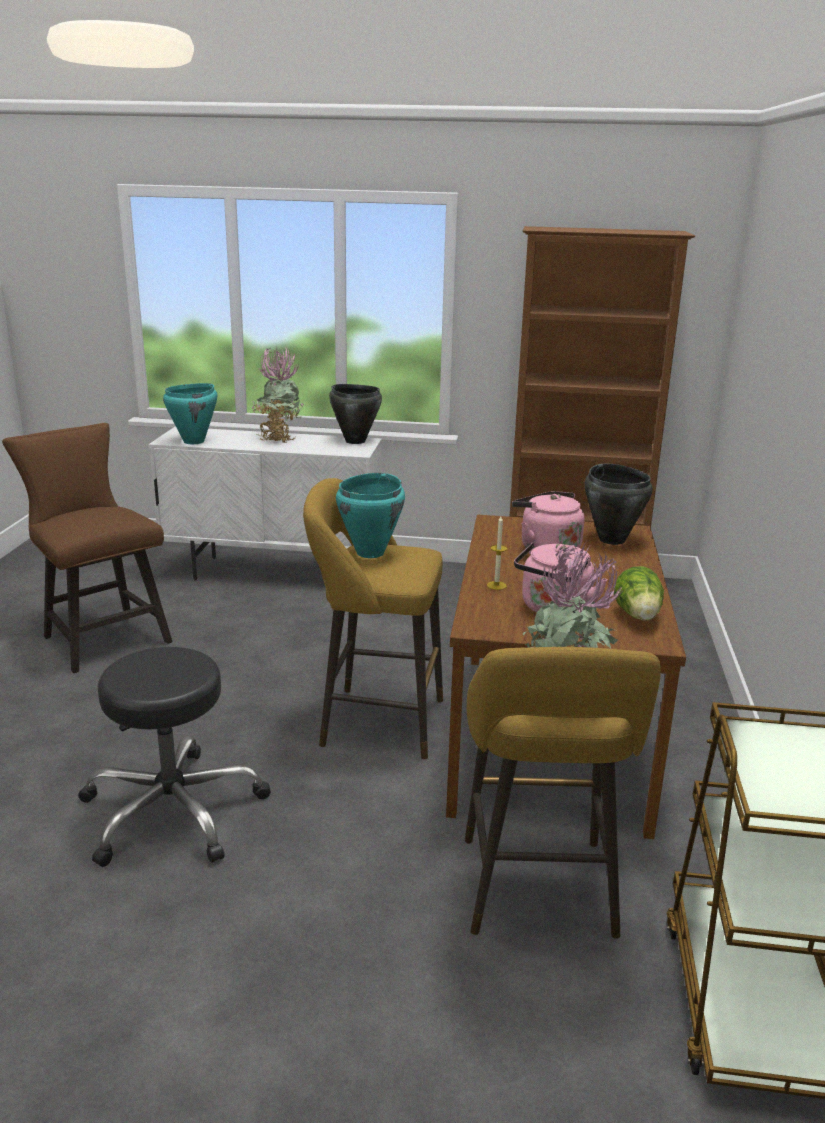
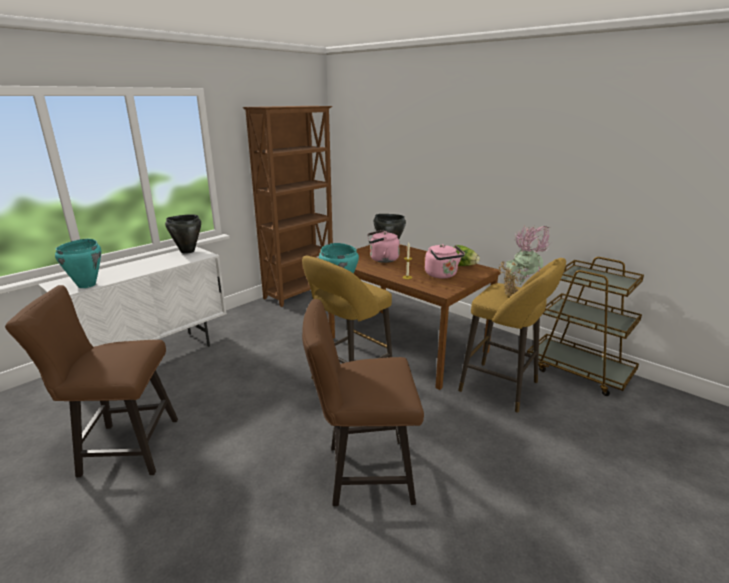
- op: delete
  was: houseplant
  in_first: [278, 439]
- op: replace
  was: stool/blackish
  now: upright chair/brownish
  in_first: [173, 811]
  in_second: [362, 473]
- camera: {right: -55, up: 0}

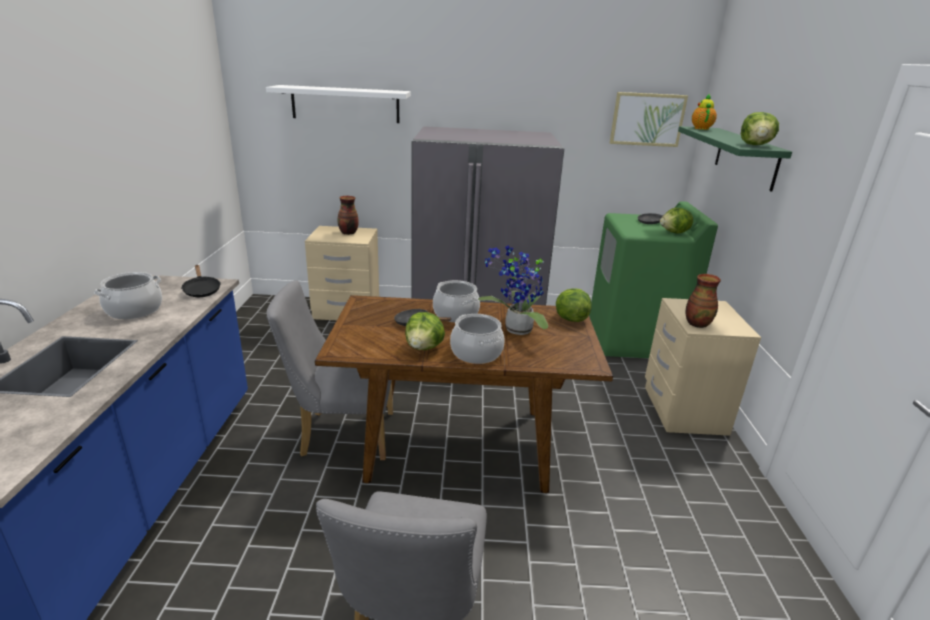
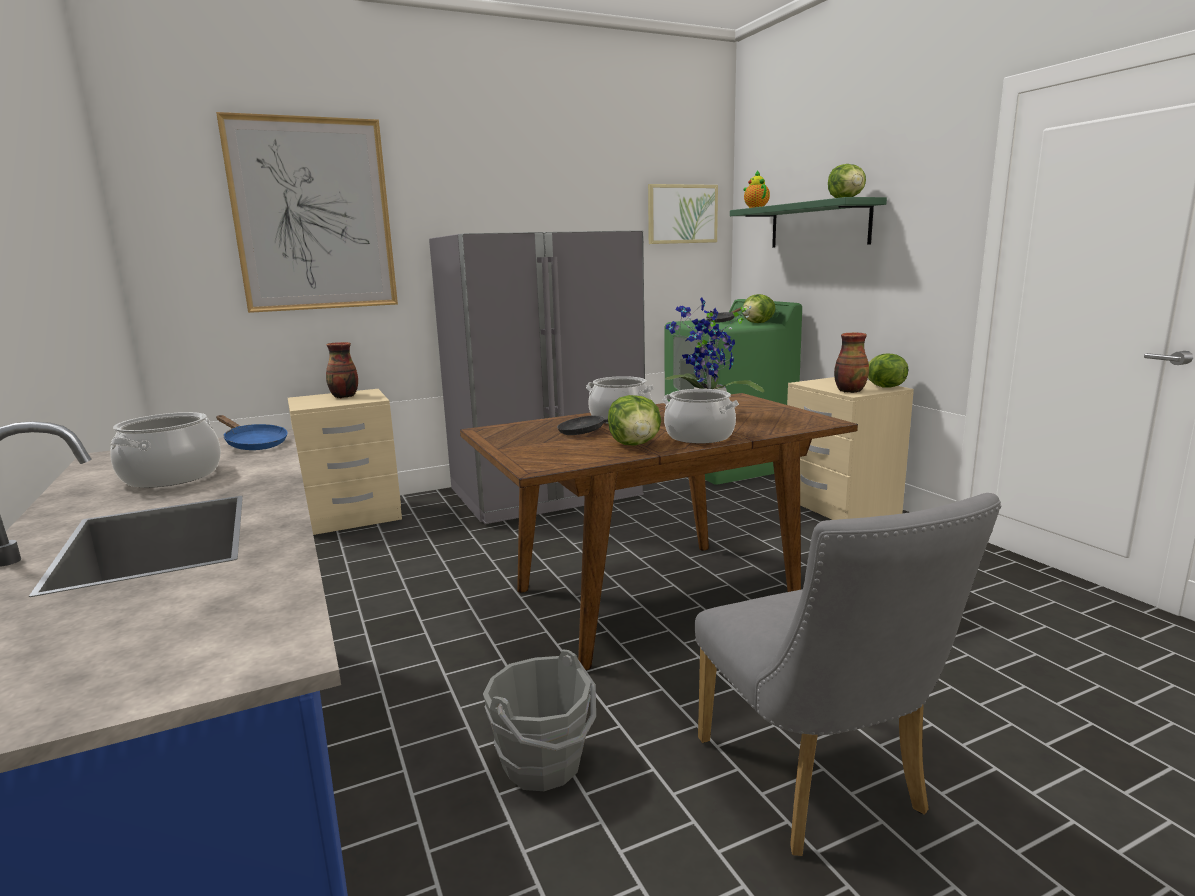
- op: delete
  was: upright chair/greyish
  in_first: [340, 434]
- op: insert
  now: pail/greyish
  in_second: [544, 763]
- op: move
  was: head of lettuce
  in_first: [570, 319]
  in_second: [884, 387]
- op: replace
  was: shelf/white
  now: wall picture
  in_first: [345, 104]
  in_second: [313, 215]
- op: recolor
  was: frying pan/blackish
  now: frying pan/blue-coloured
  in_first: [201, 290]
  in_second: [253, 444]
- camera: {right: -25, up: -10}

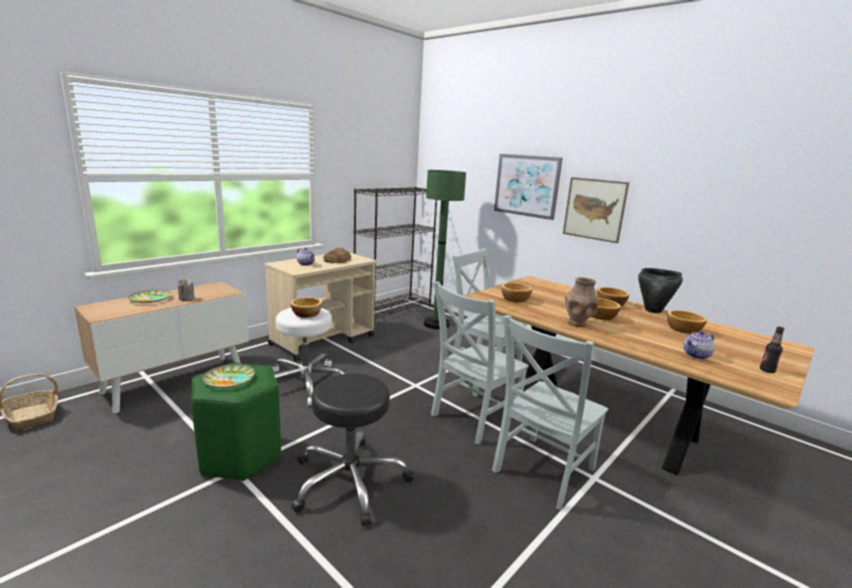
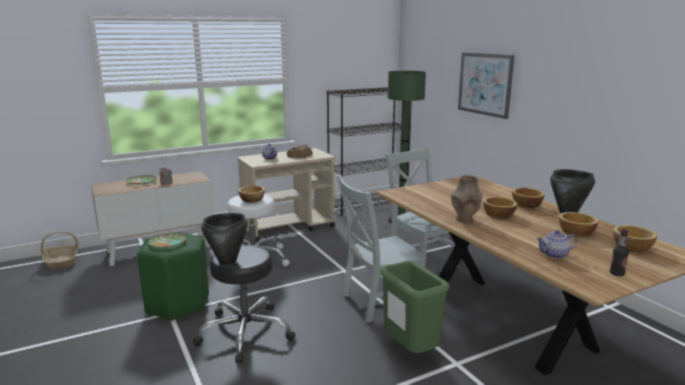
- op: delete
  was: wall picture
  in_first: [594, 209]
- op: insert
  now: saucepot/blackish
  in_second: [227, 261]
- op: move
  was: serving bowl
  in_first: [515, 299]
  in_second: [632, 247]
- op: replace
  was: upright chair/greyish
  now: waste bin/greenish
  in_first: [541, 472]
  in_second: [409, 351]
- camera: {right: 20, up: 0}

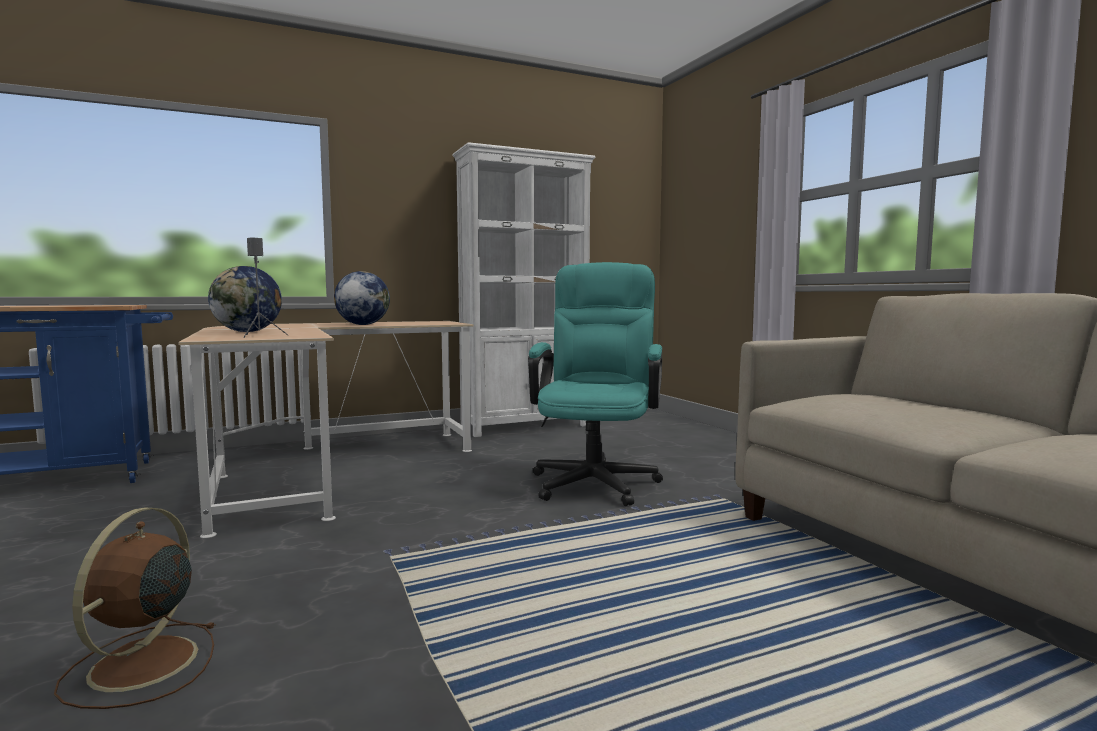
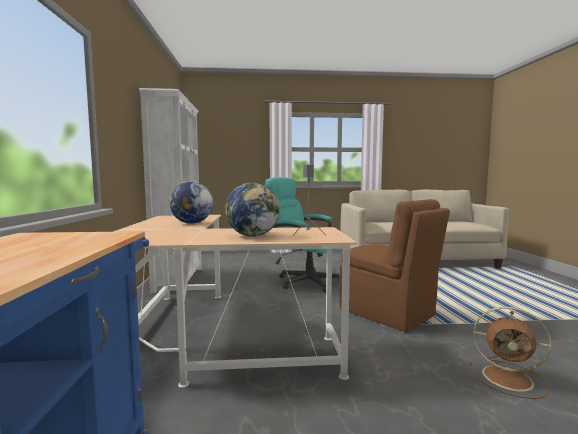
- op: insert
  now: upright chair/brownish
  in_second: [388, 313]
- camera: {right: -70, up: 0}

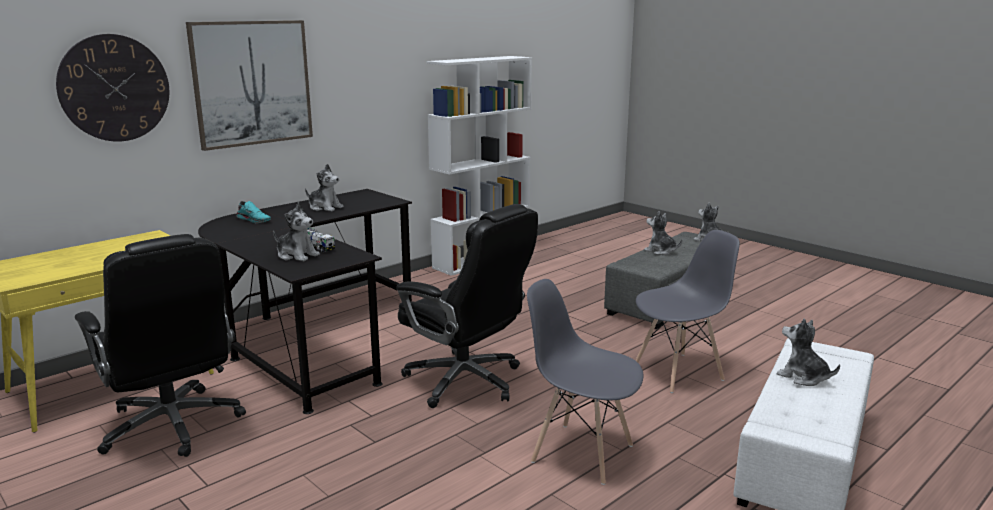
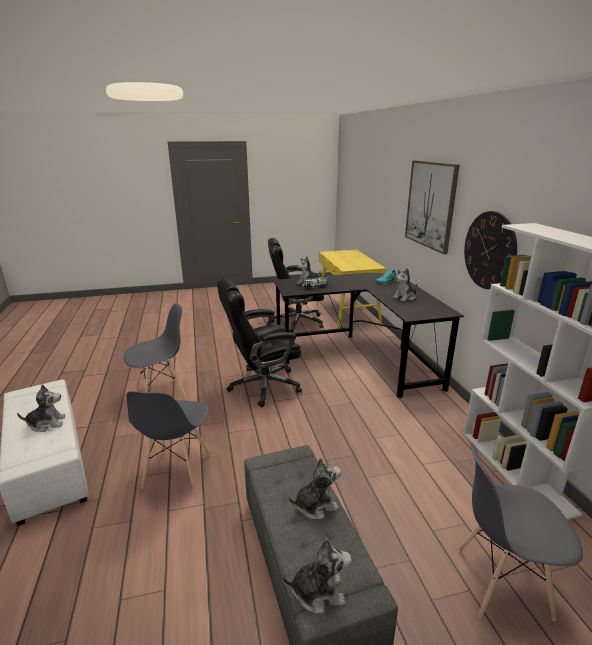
- op: insert
  now: upright chair/greyish
  in_second: [501, 582]
- op: move
  was: wall clock
  in_first: [114, 88]
  in_second: [489, 250]
- camera: {right: 120, up: 5}

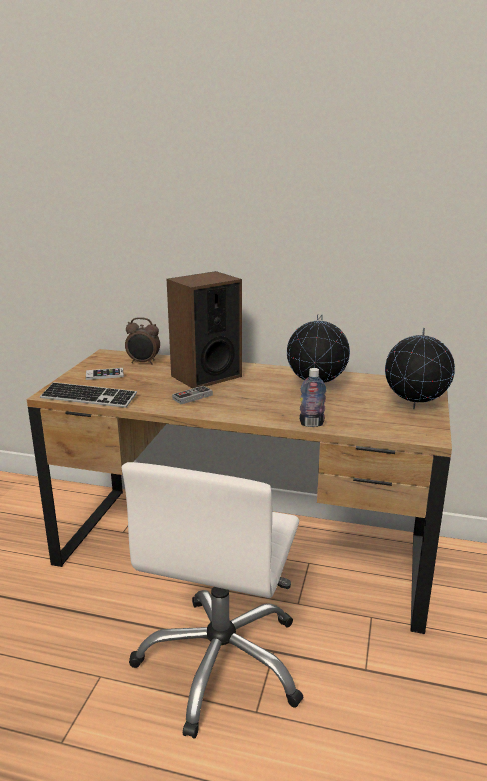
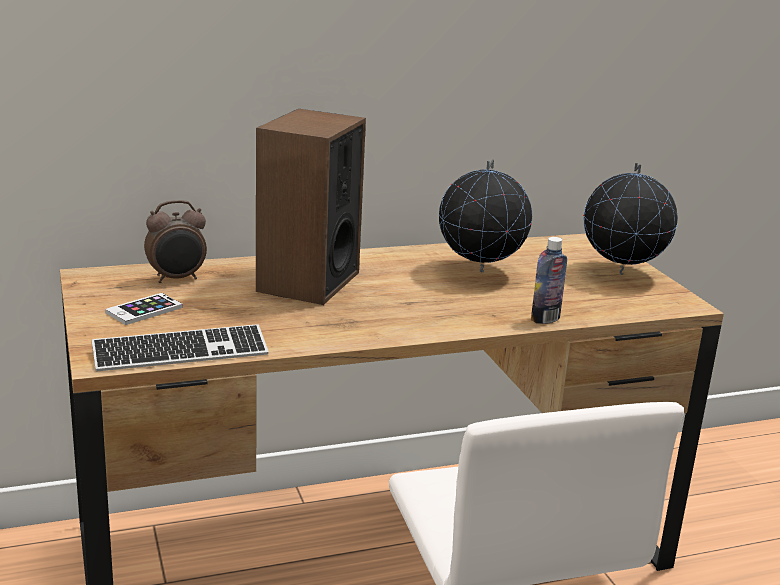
- op: delete
  was: joypad
  in_first: [192, 397]
- camera: {right: -35, up: 0}

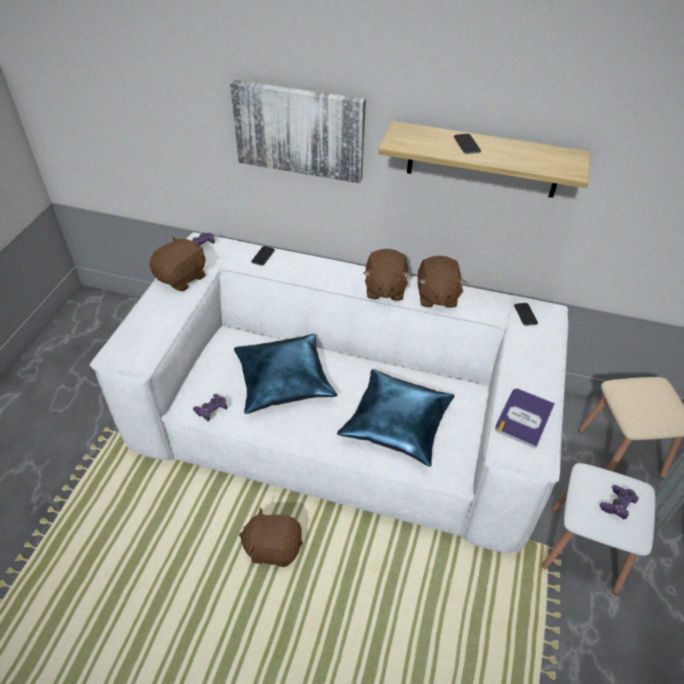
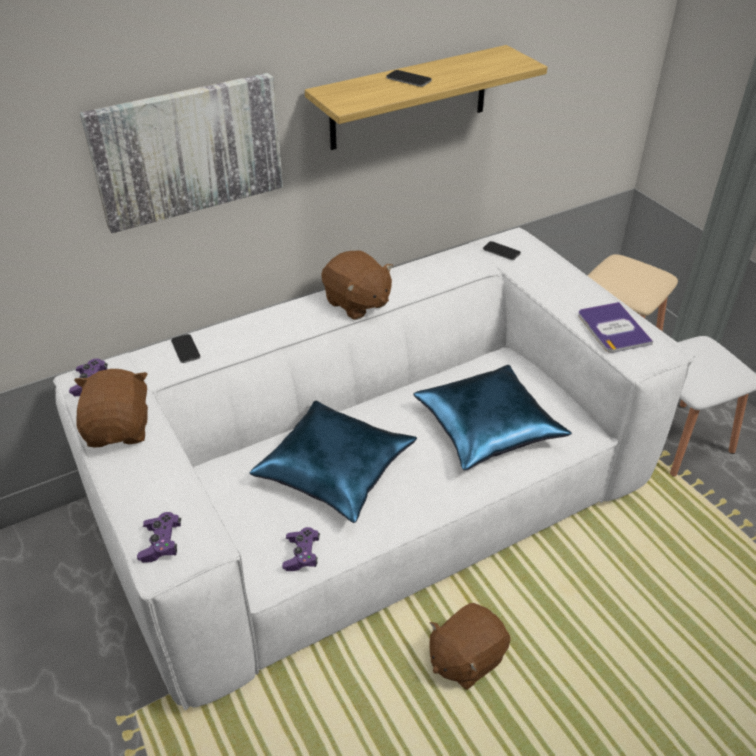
- op: delete
  was: cuddly toy/brownish
  in_first: [436, 296]
- op: move
  was: joypad/purple-coloured
  in_first: [617, 505]
  in_second: [161, 543]
- camera: {right: -45, up: -5}

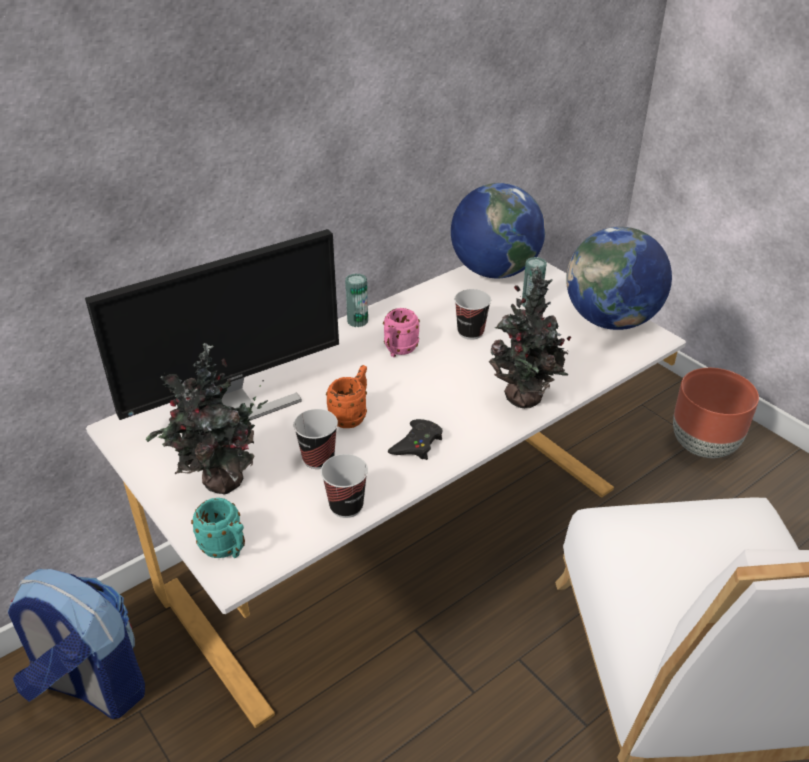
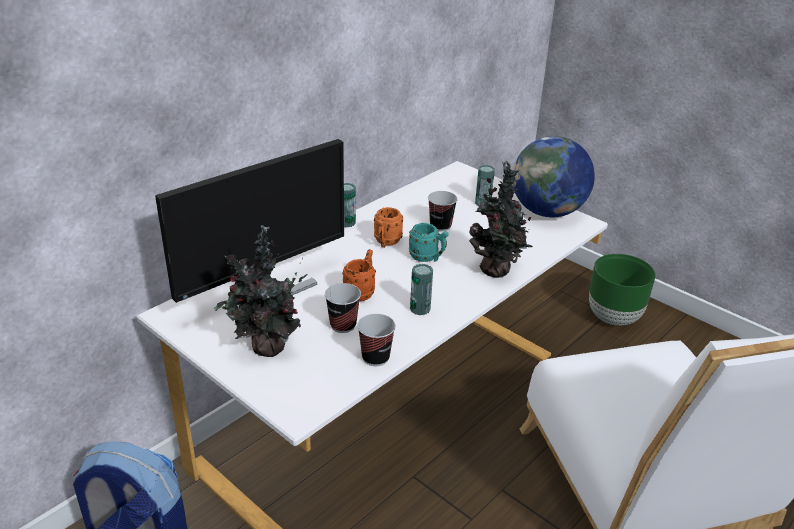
- op: delete
  was: desk globe
  in_first: [494, 271]
- op: move
  was: tea mug/blue-green
  in_first: [226, 549]
  in_second: [427, 258]
- op: replace
  was: joypad/blackish
  now: can
  in_first: [417, 444]
  in_second: [420, 309]
- op: recolor
  was: tea mug/pink-coloured
  now: tea mug/orange-coloured
  in_first: [398, 351]
  in_second: [386, 242]
- op: recolor
  was: flower pot/brownish
  now: flower pot/greenish
  in_first: [704, 446]
  in_second: [614, 318]
- camera: {right: -10, up: -5}

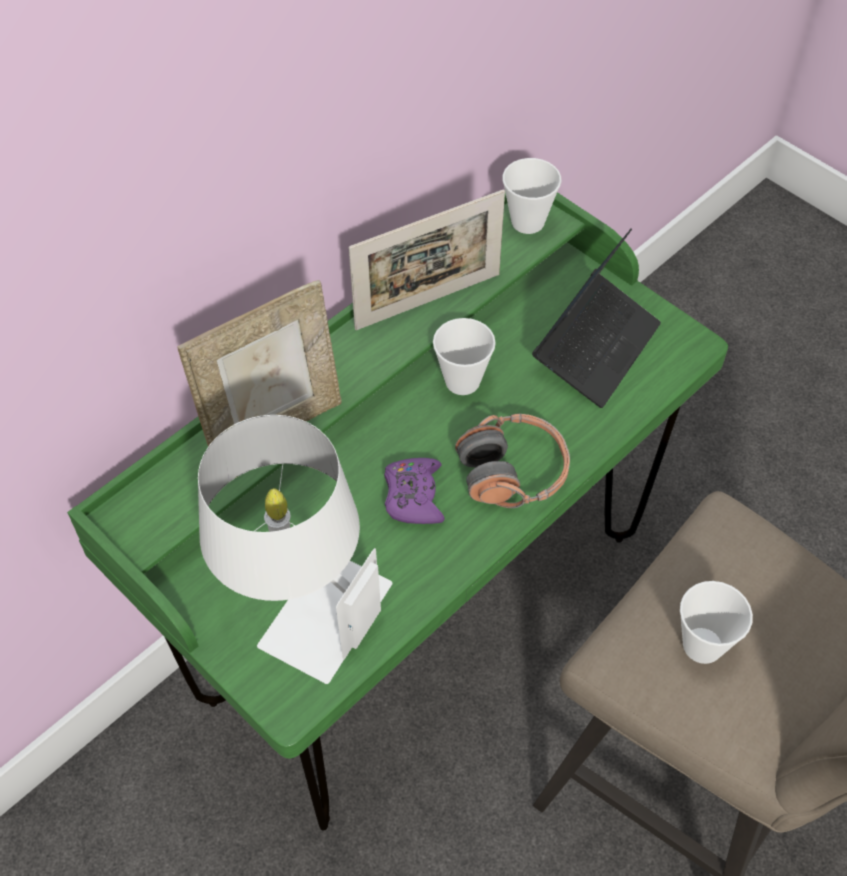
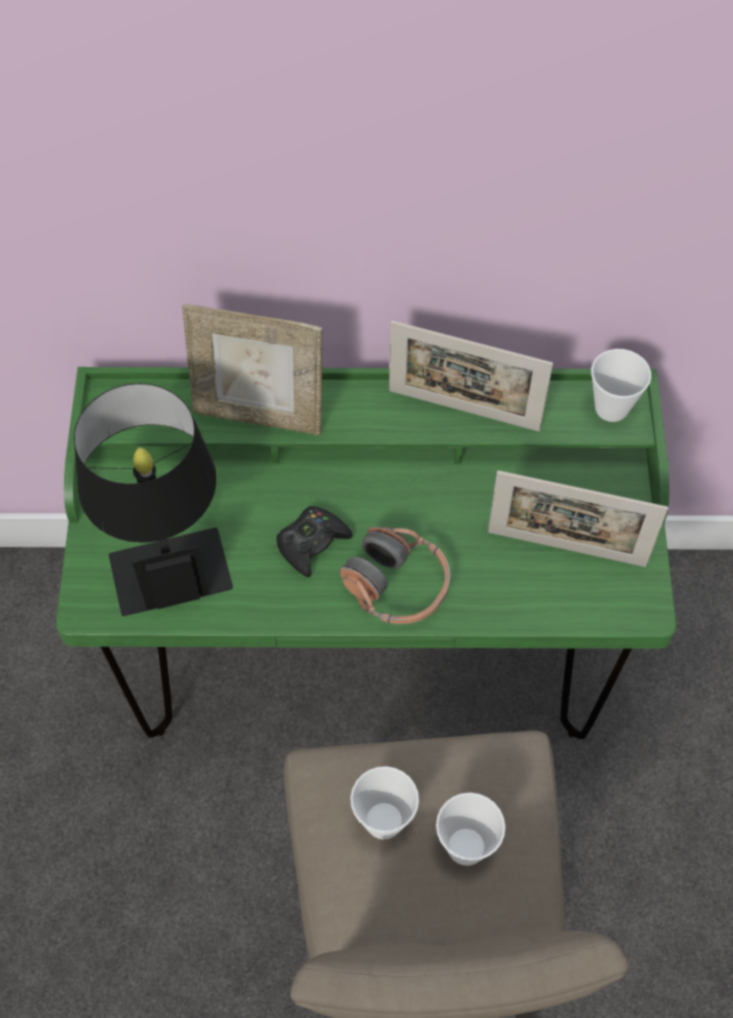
- op: move
  was: small cup
  in_first: [462, 381]
  in_second: [466, 846]
- op: replace
  was: laptop
  now: picture frame
  in_first: [596, 347]
  in_second: [566, 548]
- op: recolor
  was: tabletop lamp/white
  now: tabletop lamp/blackish
  in_first: [300, 602]
  in_second: [164, 549]
- op: recolor
  was: joypad/purple-coloured
  now: joypad/blackish
  in_first: [414, 496]
  in_second: [312, 543]
- camera: {right: 45, up: 5}

